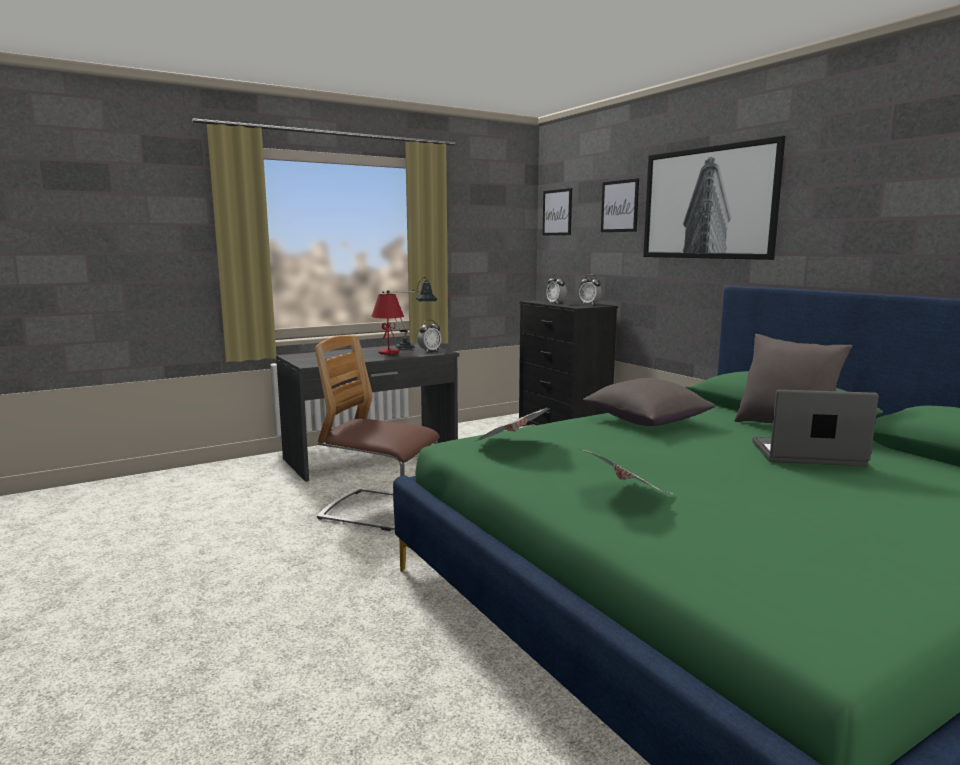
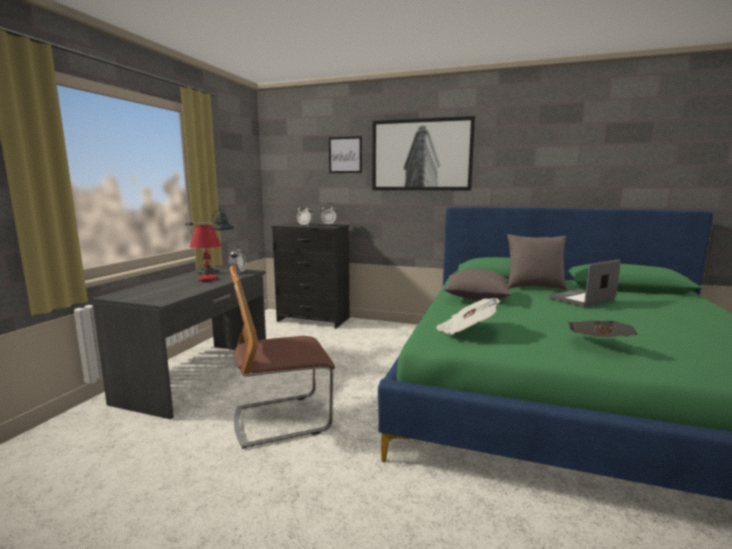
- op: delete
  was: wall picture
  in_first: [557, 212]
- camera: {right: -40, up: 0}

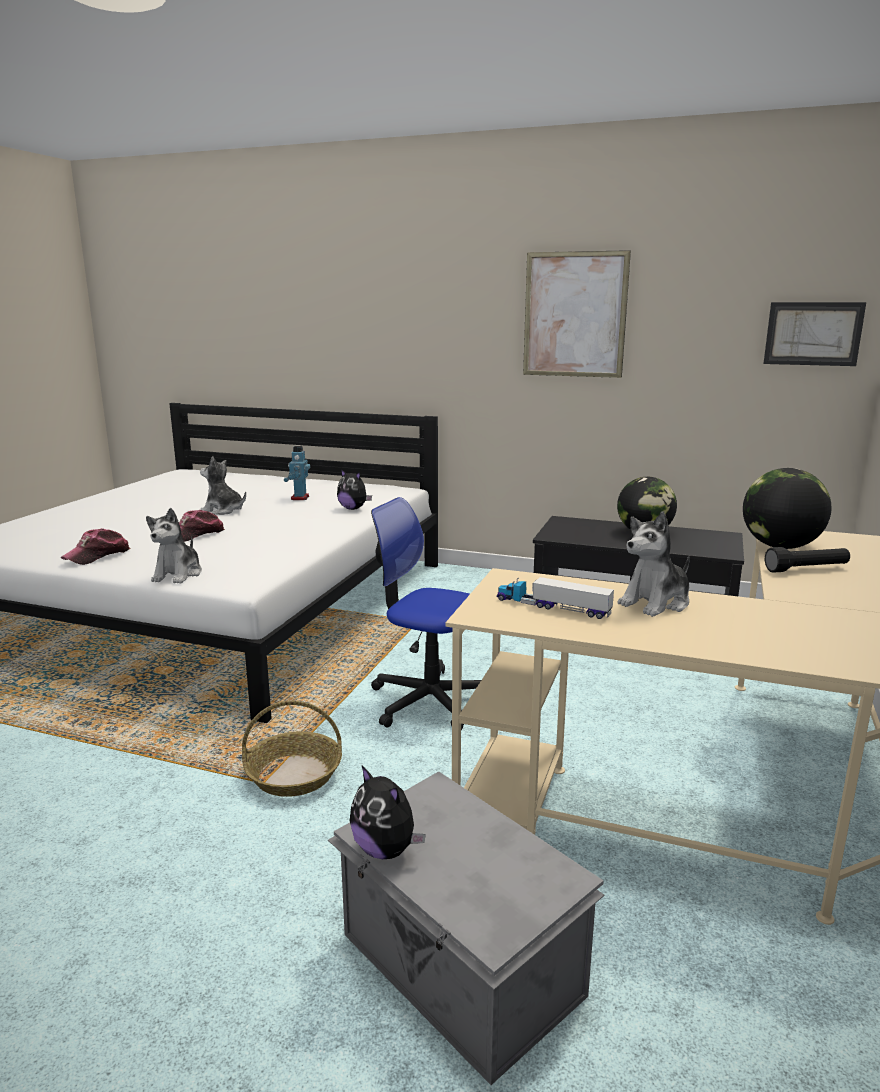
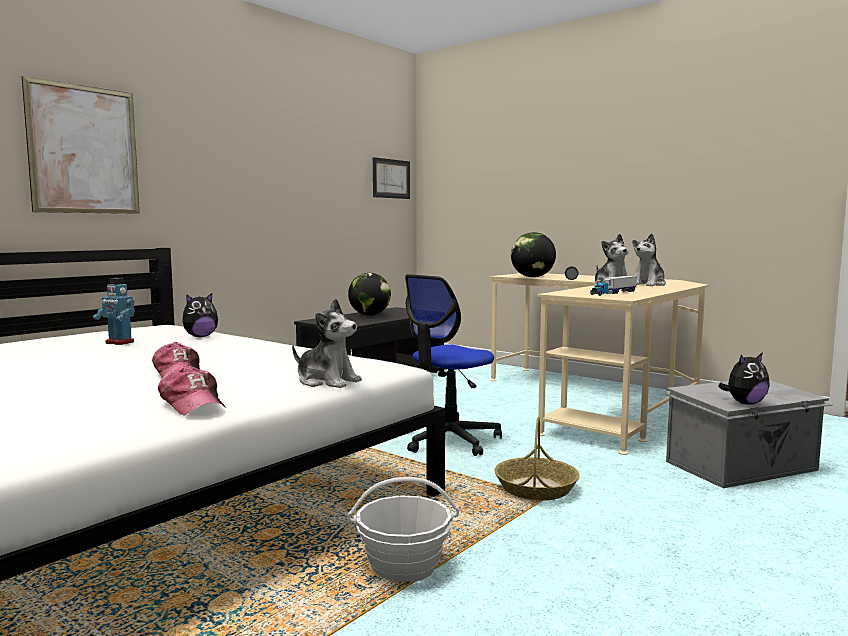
- op: insert
  now: household basket
  in_second: [404, 566]
- op: move
  was: cuddly toy
  in_first: [223, 510]
  in_second: [648, 284]
- op: move
  was: wall picture
  in_first: [574, 315]
  in_second: [84, 150]
- camera: {right: -70, up: -10}

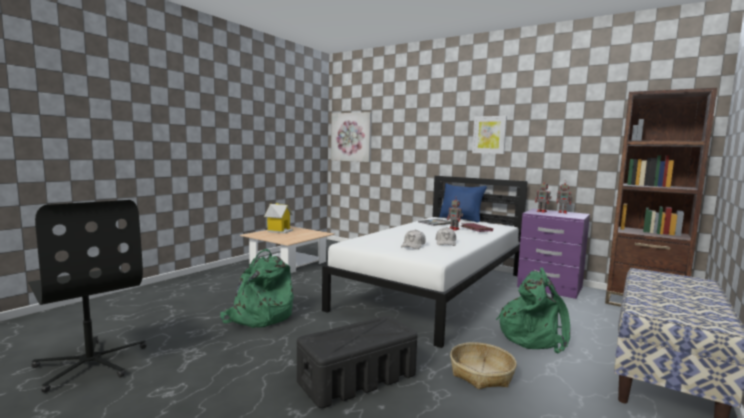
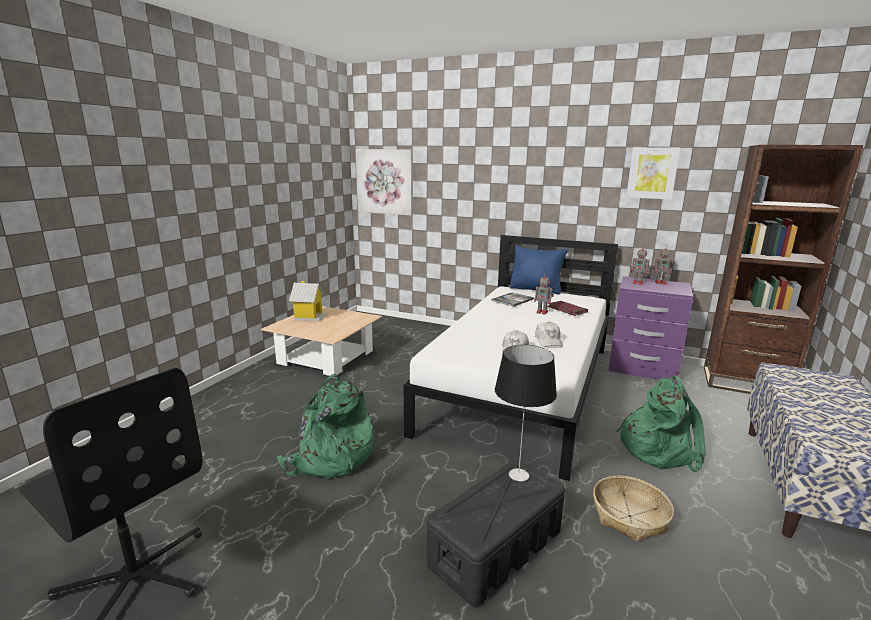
- op: insert
  now: tabletop lamp
  in_second: [519, 475]
- op: move
  was: wall picture
  in_first: [489, 135]
  in_second: [652, 173]
- camera: {right: -10, up: 10}

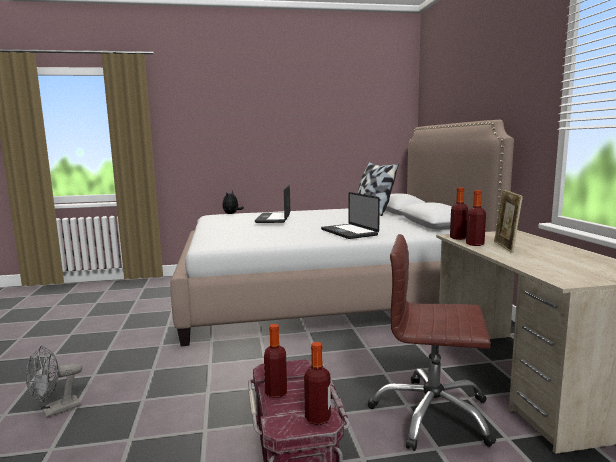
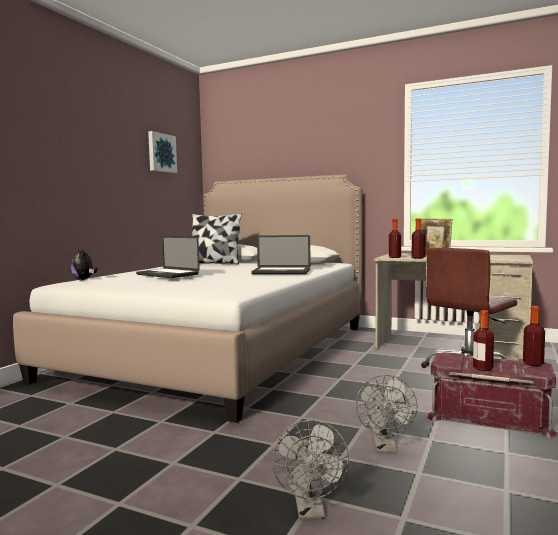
- op: insert
  now: wall picture
  in_second: [161, 153]
- op: insert
  now: cooling fan/greyish
  in_second: [385, 447]
- camera: {right: -55, up: -5}

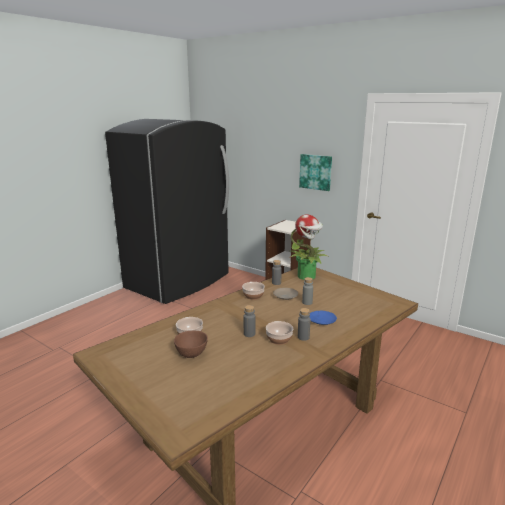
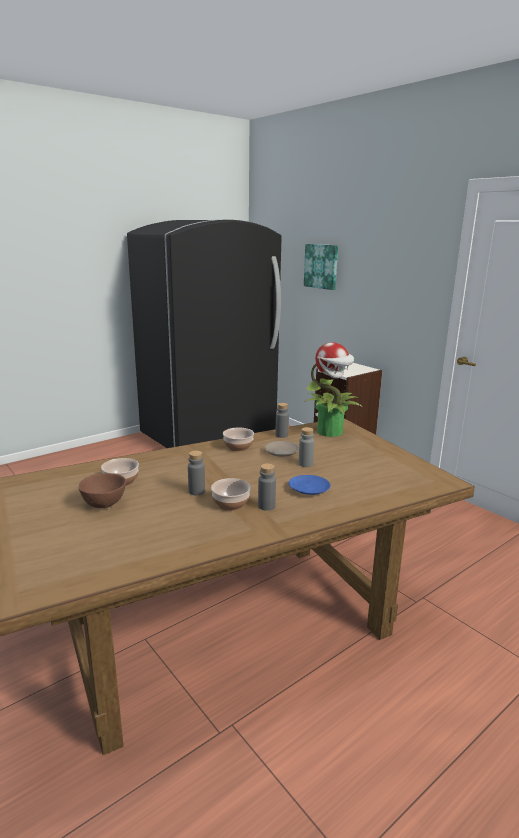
- op: move
  was: wall picture
  in_first: [316, 172]
  in_second: [321, 266]
- camera: {right: 15, up: 0}

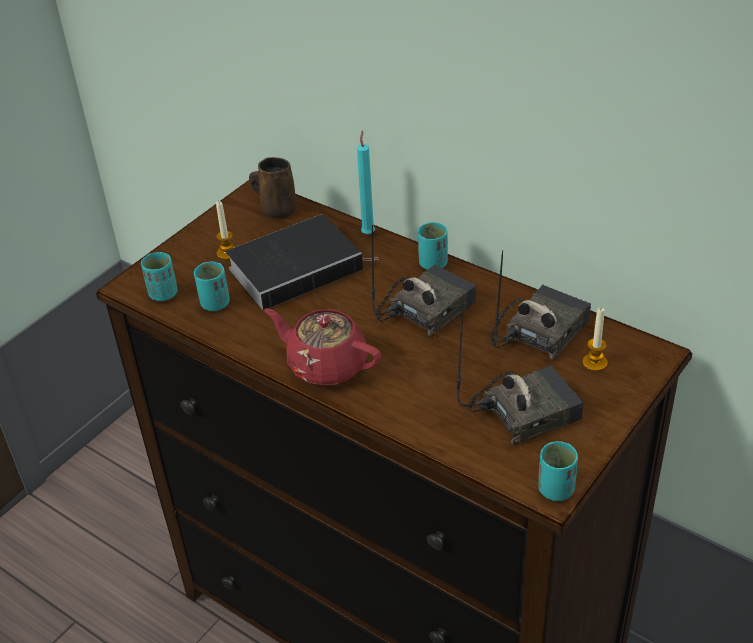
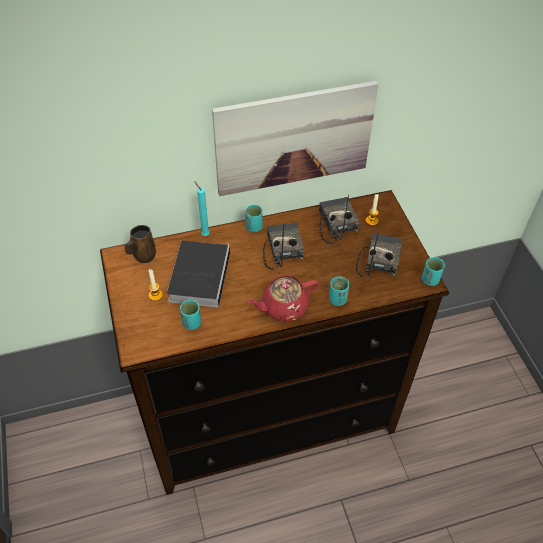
- op: insert
  now: wall picture
  in_second: [294, 138]
- op: move
  was: small cup/blue-green
  in_first: [163, 294]
  in_second: [337, 299]
- camera: {right: -55, up: 10}

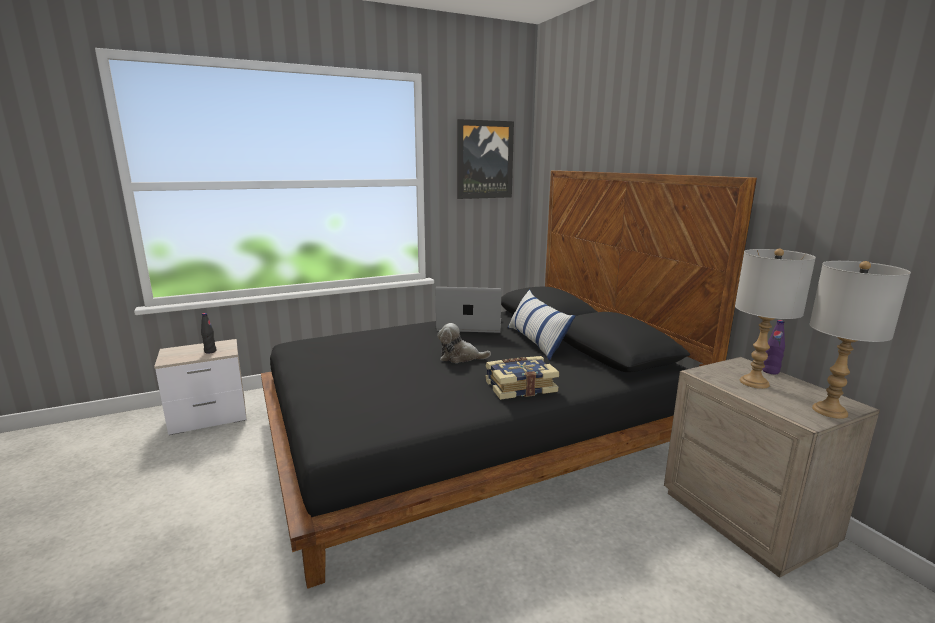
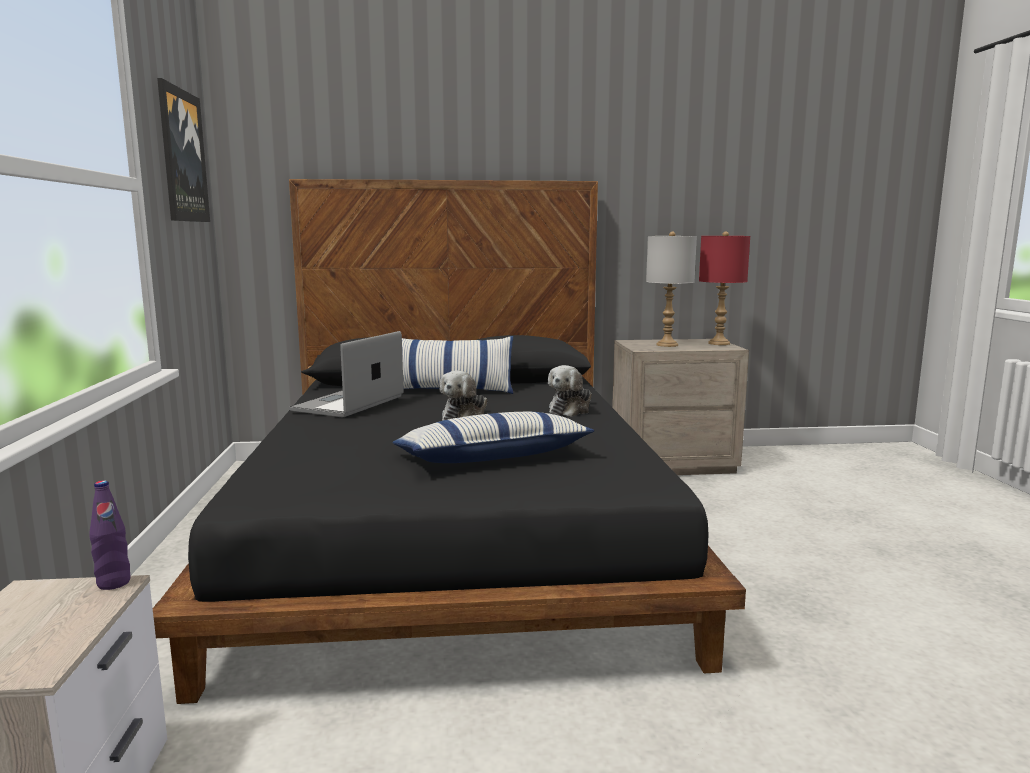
- op: delete
  was: drink bottle/blackish
  in_first: [210, 351]
- op: insert
  now: pillow
  in_second: [492, 458]
- op: move
  was: drink bottle/purple-coloured
  in_first: [770, 371]
  in_second: [114, 583]
- op: replace
  was: volume
  now: cuddly toy
  in_first: [520, 387]
  in_second: [571, 410]
- op: recolor
  was: tabletop lamp/greyish
  now: tabletop lamp/red-coloured
  in_first: [829, 411]
  in_second: [719, 343]
- camera: {right: -70, up: -5}

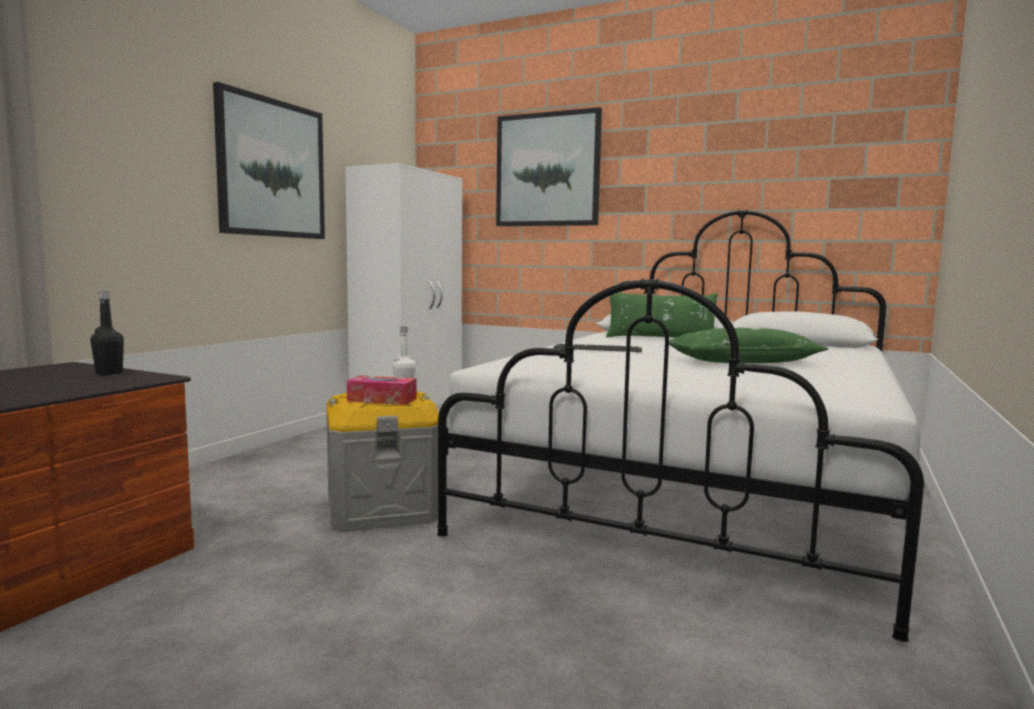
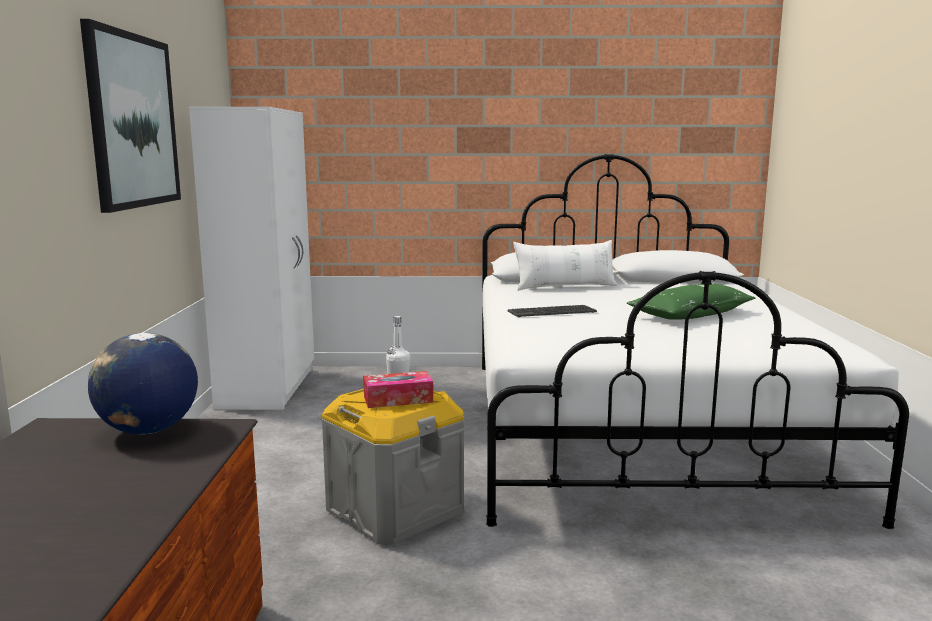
- op: delete
  was: wall picture
  in_first: [547, 170]
- op: replace
  was: drink bottle/blackish
  now: desk globe
  in_first: [109, 373]
  in_second: [148, 430]
- op: recolor
  was: pillow/greenish
  now: pillow/white
  in_first: [660, 338]
  in_second: [565, 287]
- camera: {right: -25, up: 5}

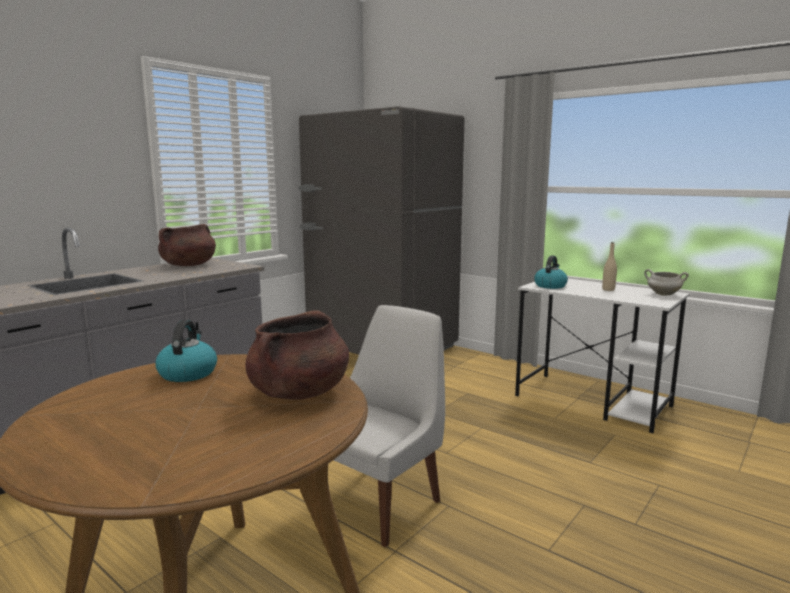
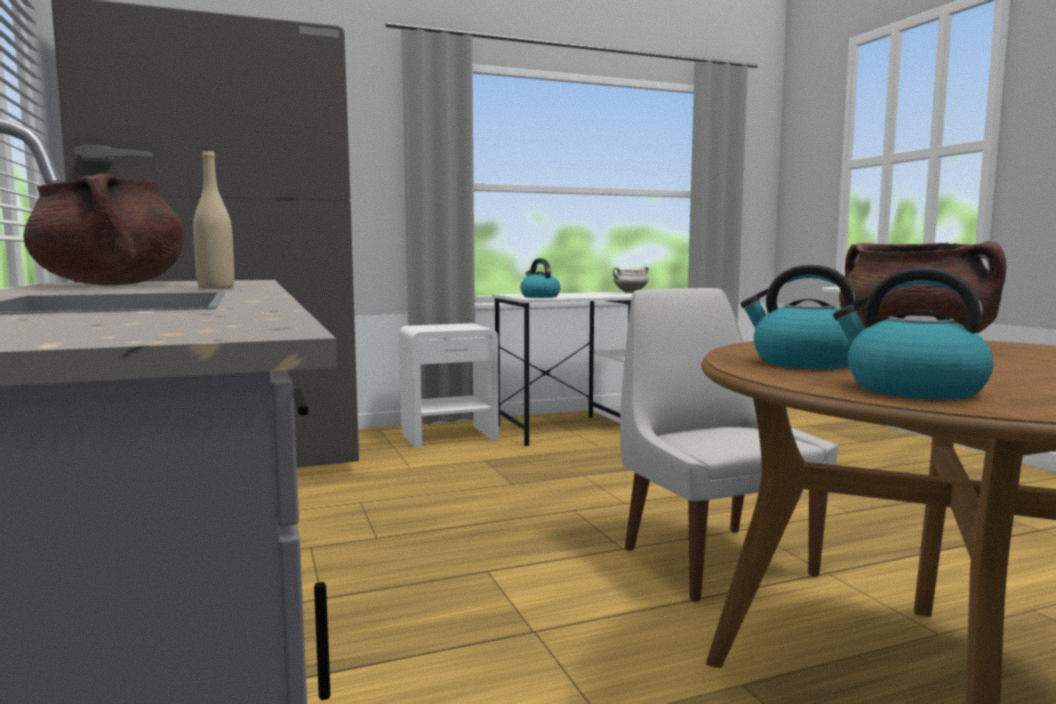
- op: insert
  now: nightstand/white
  in_second: [450, 436]
- op: insert
  now: tea kettle
  in_second: [911, 389]
- op: move
  was: drink bottle/sand-coloured
  in_first: [608, 289]
  in_second: [216, 288]
- camera: {right: -60, up: -5}

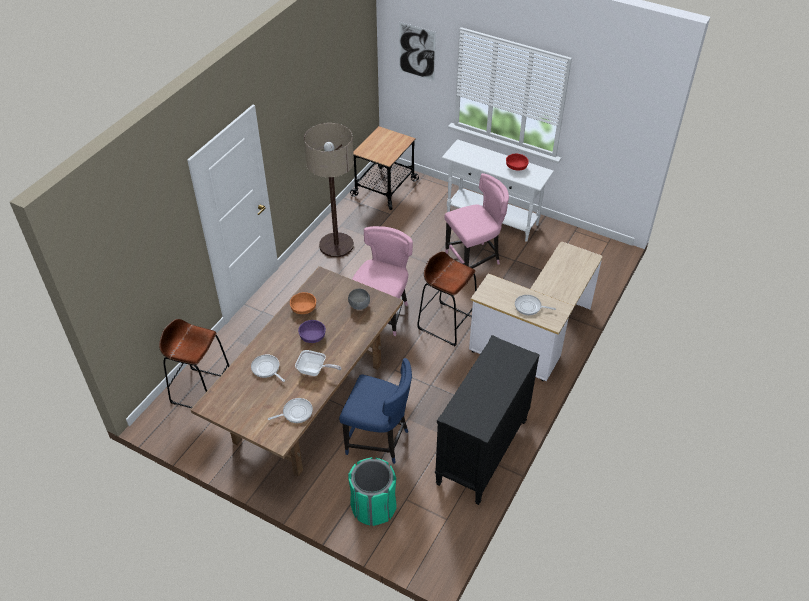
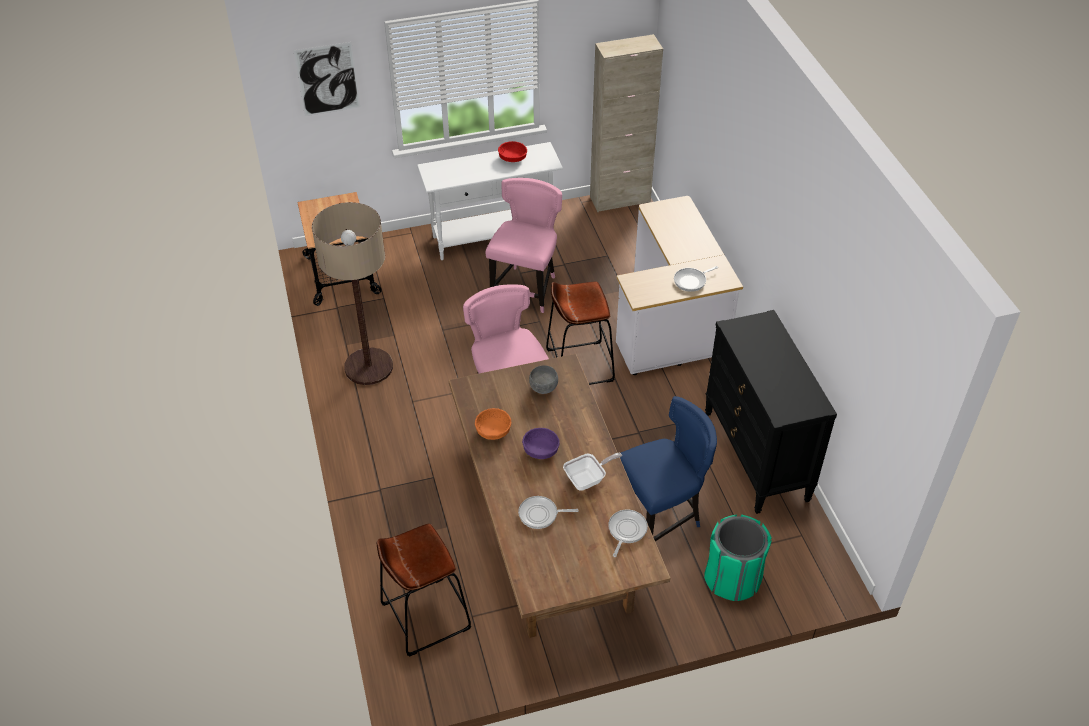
- op: insert
  now: storage cabinet/sand-coloured
  in_second: [620, 200]
- camera: {right: -45, up: 0}

